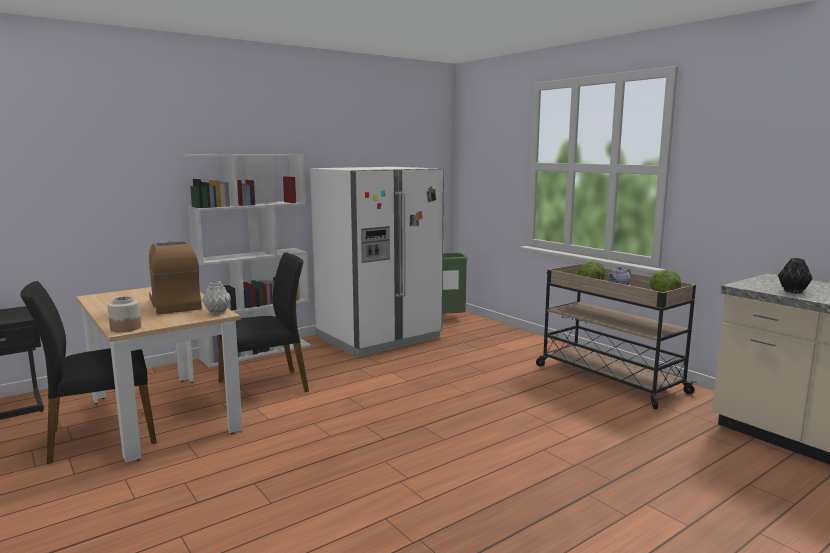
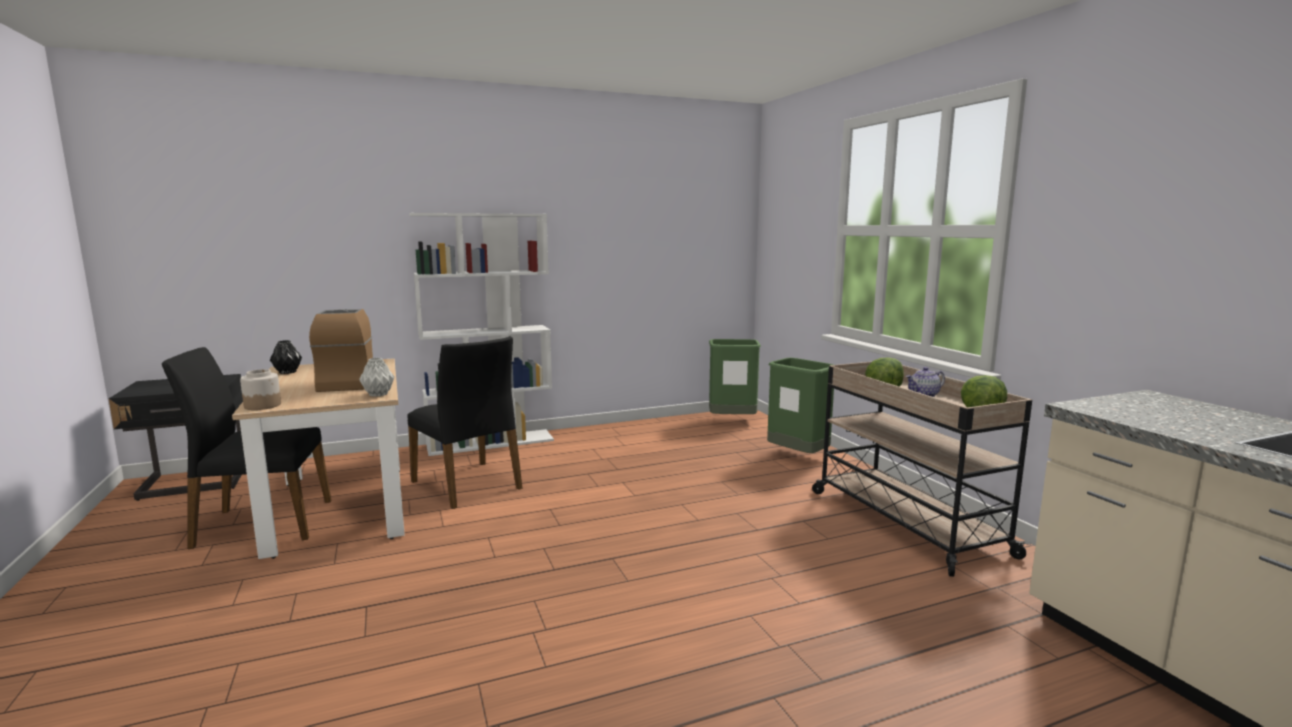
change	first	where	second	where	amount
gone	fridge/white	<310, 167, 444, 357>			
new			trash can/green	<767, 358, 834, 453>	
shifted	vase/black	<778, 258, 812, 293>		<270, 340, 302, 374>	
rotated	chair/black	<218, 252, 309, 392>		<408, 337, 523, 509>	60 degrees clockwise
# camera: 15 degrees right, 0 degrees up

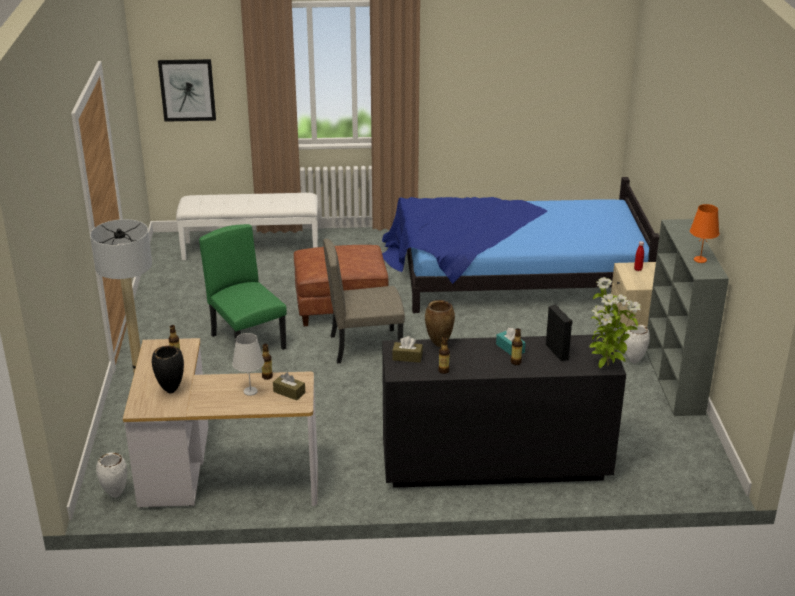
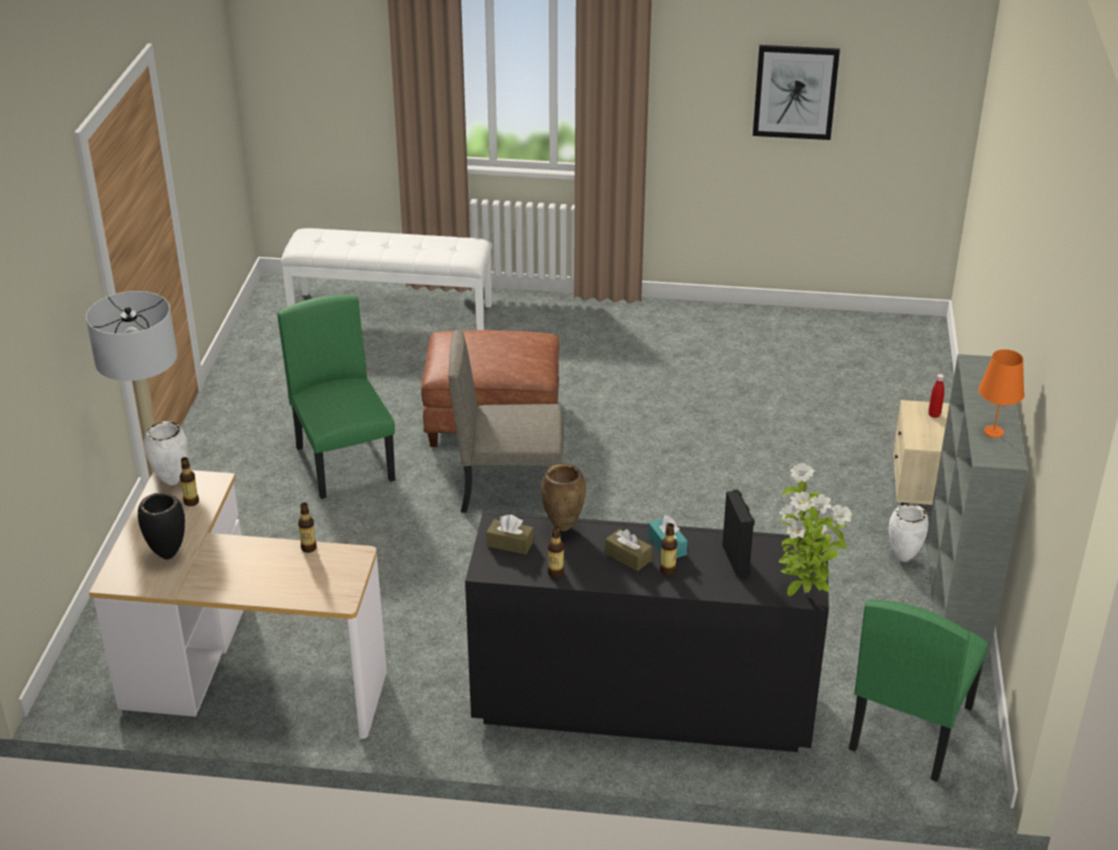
change	first	where	second	where	amount
gone	table lamp/white	<232, 333, 264, 396>			
gone	bed	<382, 177, 659, 313>			
new			chair/green	<849, 600, 989, 782>	
shifted	vase/white	<96, 452, 127, 498>		<144, 421, 188, 486>	
shifted	picture	<158, 59, 216, 122>		<753, 45, 840, 140>	
shifted	tissue box/brown	<273, 373, 305, 400>		<605, 529, 652, 571>	
# camera: 10 degrees right, 5 degrees up

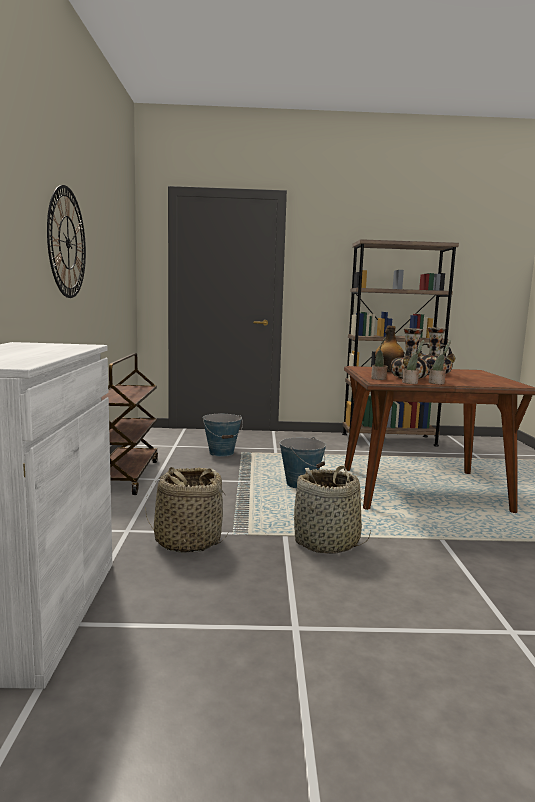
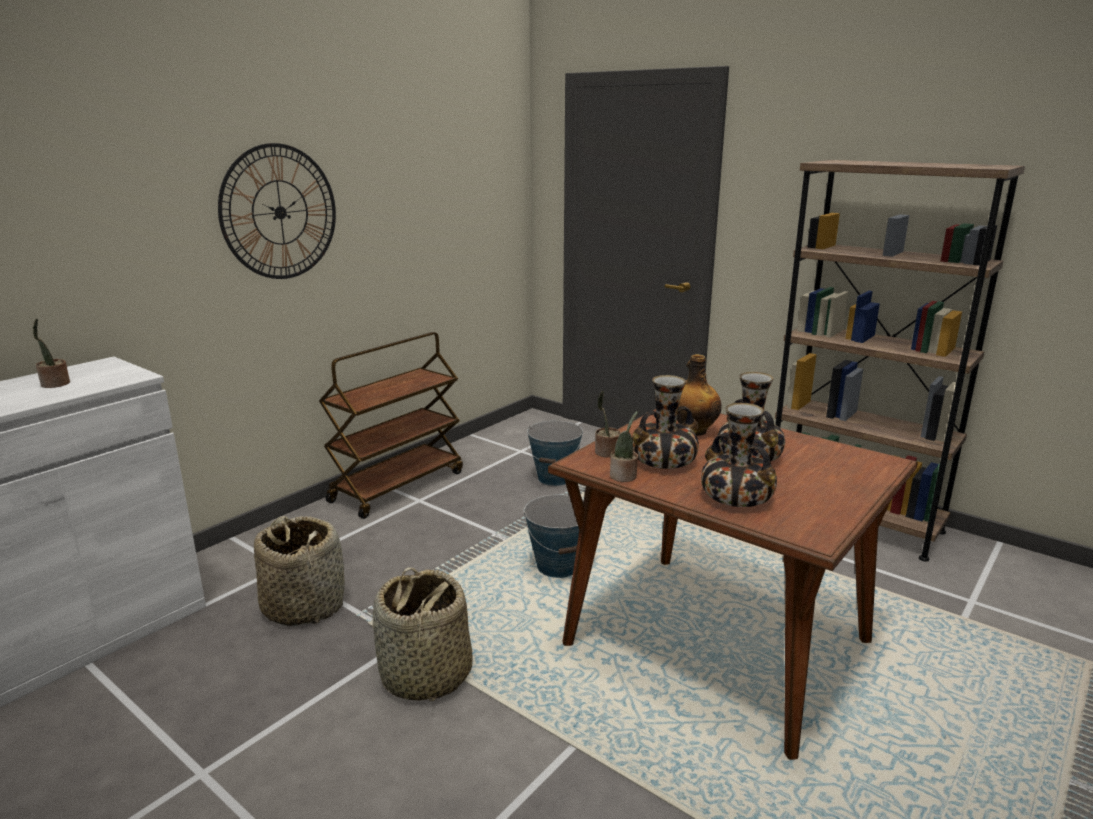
change	first	where	second	where	amount
new			vase	<701, 403, 777, 507>	
shifted	potted plant	<429, 340, 451, 384>		<32, 318, 70, 388>	
# camera: 40 degrees right, 10 degrees up

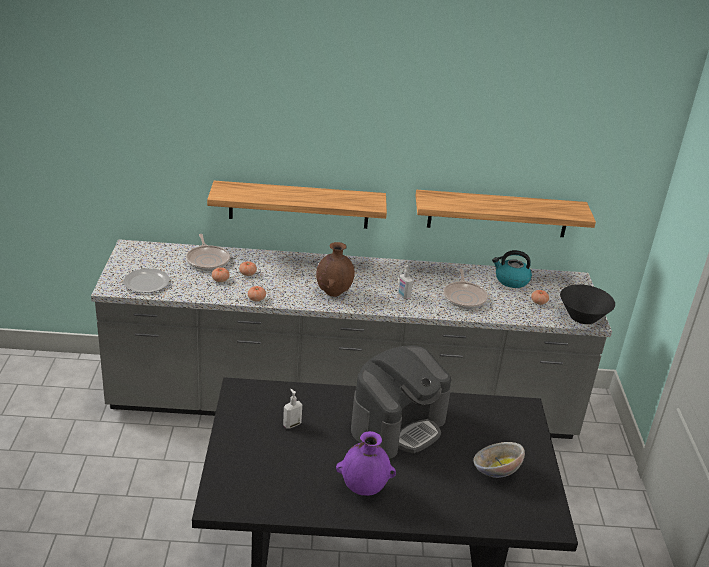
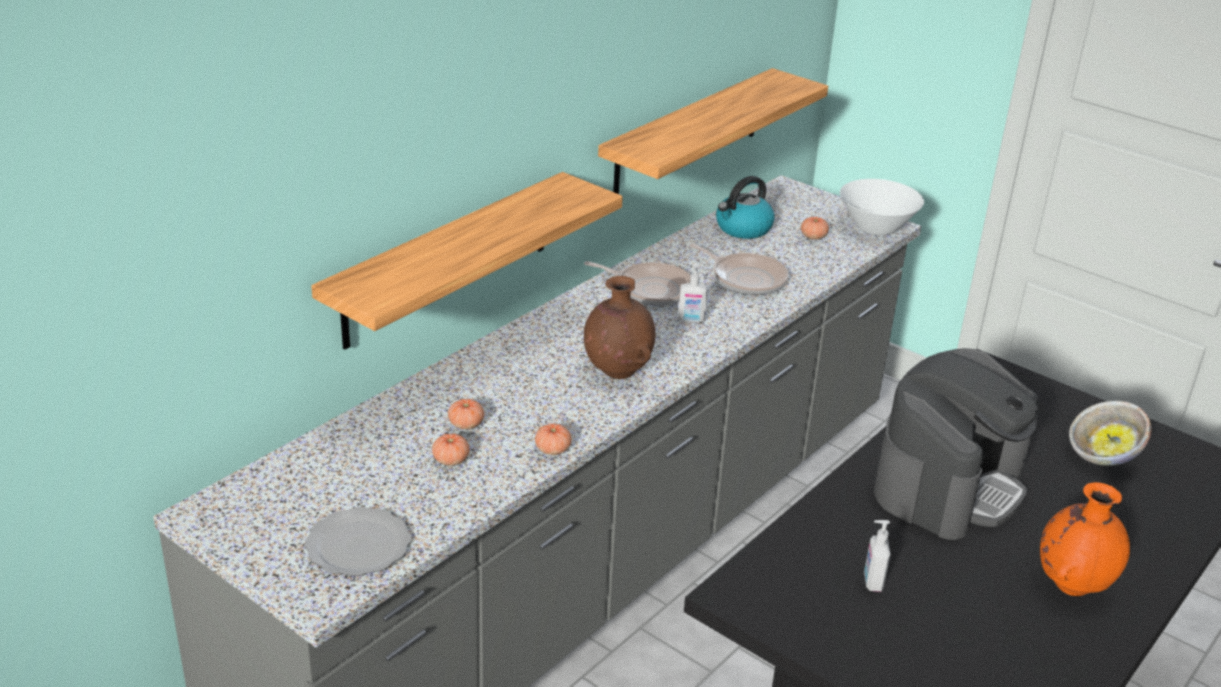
change	first	where	second	where	amount
shifted	frying pan	<186, 234, 230, 271>		<584, 261, 691, 306>	
repainted	vase/purple	<336, 431, 396, 496>	vase/orange	<1040, 482, 1130, 596>	
repainted	bowl/black	<560, 284, 615, 324>	bowl/white	<840, 179, 924, 235>	
rotated	coffee machine	<351, 346, 451, 459>		<874, 348, 1039, 540>	45 degrees clockwise
# camera: 50 degrees left, 0 degrees up

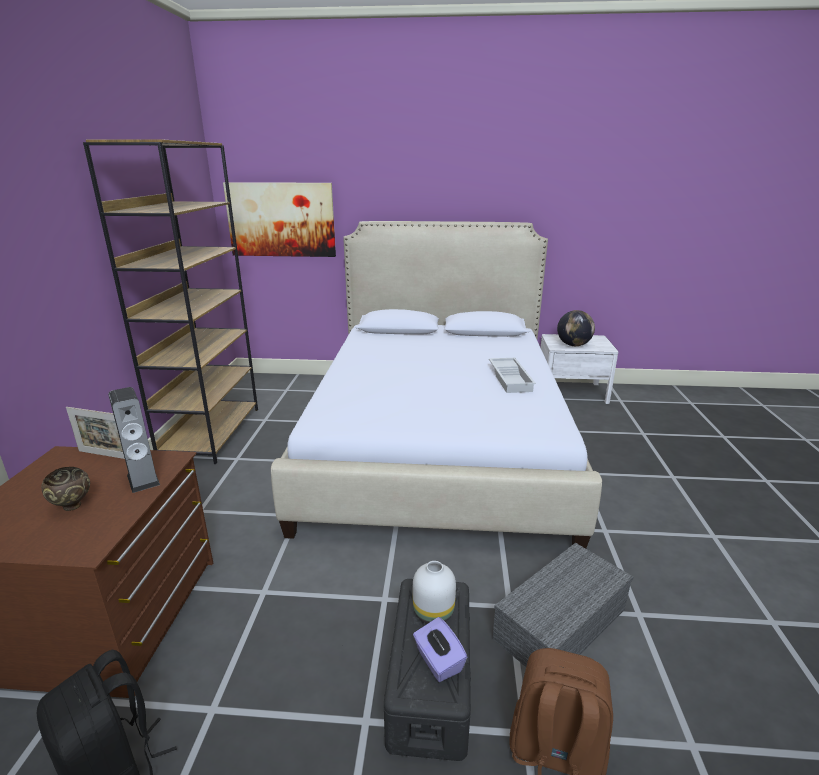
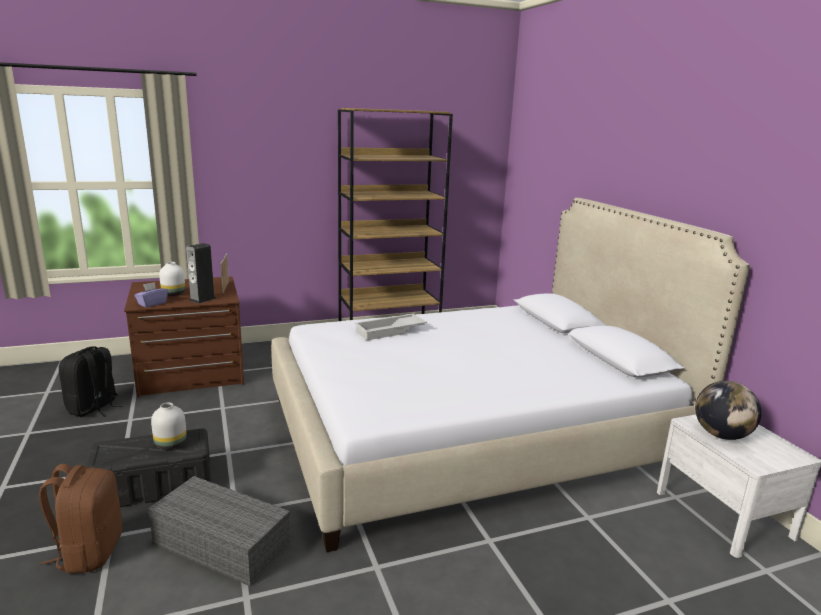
change	first	where	second	where	amount
gone	picture	<223, 182, 336, 257>			
shifted	tissue box/purple	<413, 617, 467, 682>		<134, 282, 168, 308>	
shifted	tray/white	<489, 358, 536, 393>		<354, 314, 427, 340>	
swapped	bowl/brown	<41, 467, 90, 511>	vase/white	<159, 262, 185, 296>	
# camera: 65 degrees right, 5 degrees down

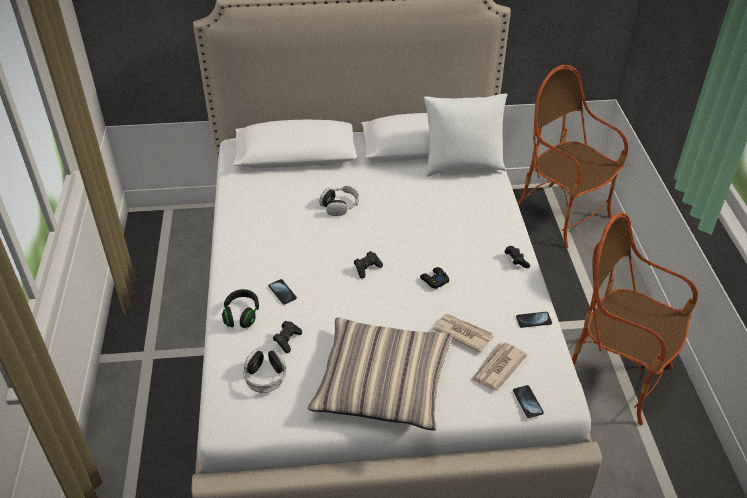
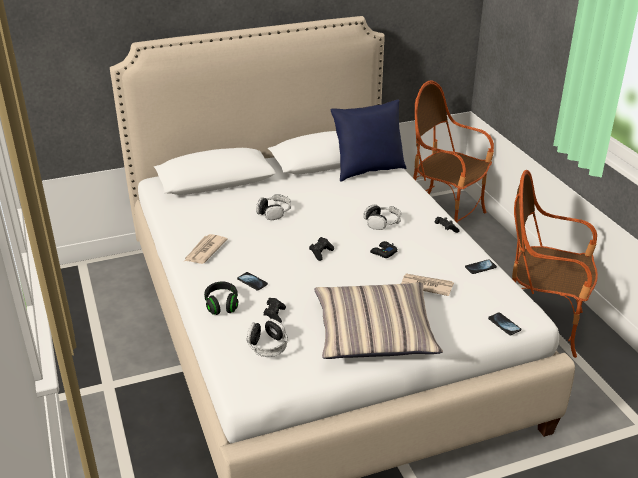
change	first	where	second	where	amount
new			headphones	<364, 204, 401, 230>	
shifted	newspaper	<472, 342, 527, 390>		<185, 234, 228, 264>	
repainted	pillow/white	<424, 93, 507, 177>	pillow/blue	<330, 100, 407, 182>	
# camera: 15 degrees left, 10 degrees down

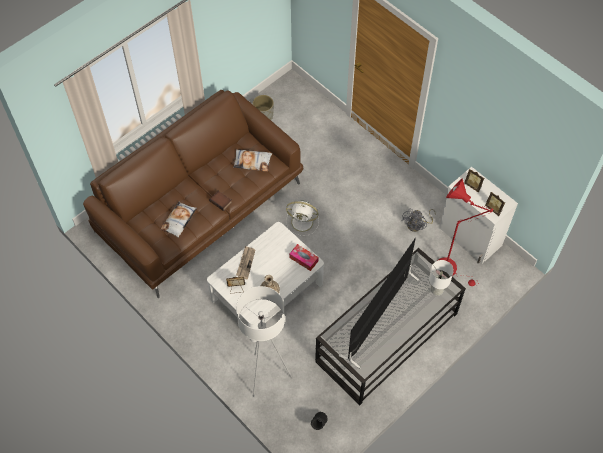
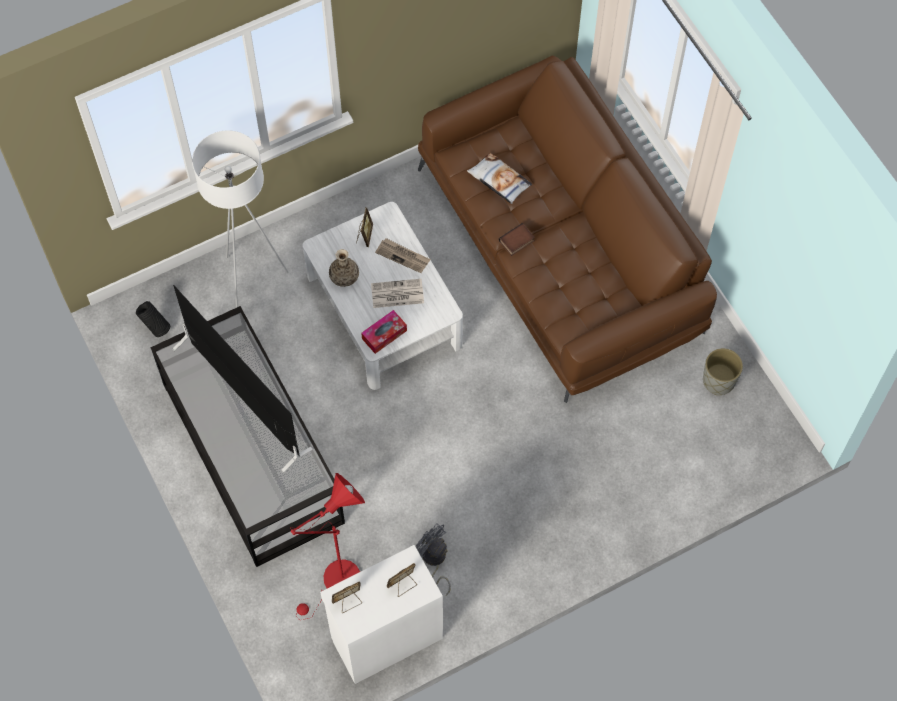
change	first	where	second	where	amount
gone	pillow	<233, 149, 272, 171>			
gone	fan/white	<286, 201, 319, 236>			
gone	table lamp/white	<429, 260, 454, 295>			
new			newspaper	<371, 279, 424, 308>	
# camera: 105 degrees right, 5 degrees up

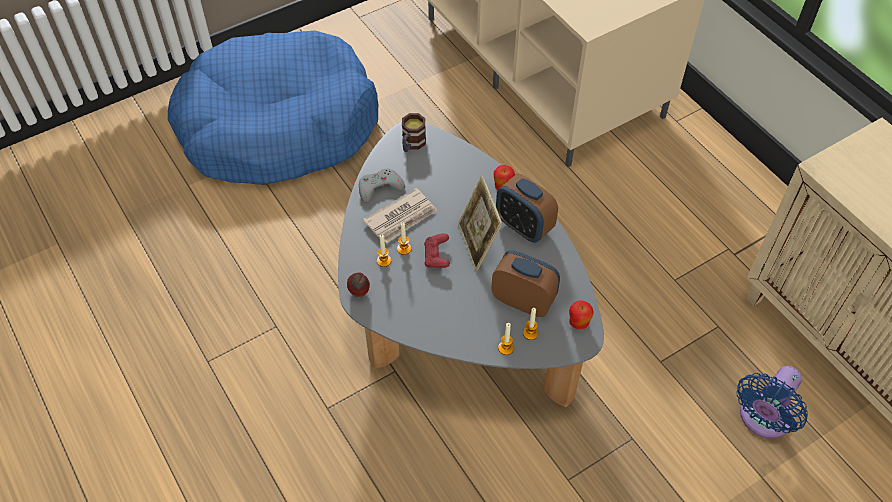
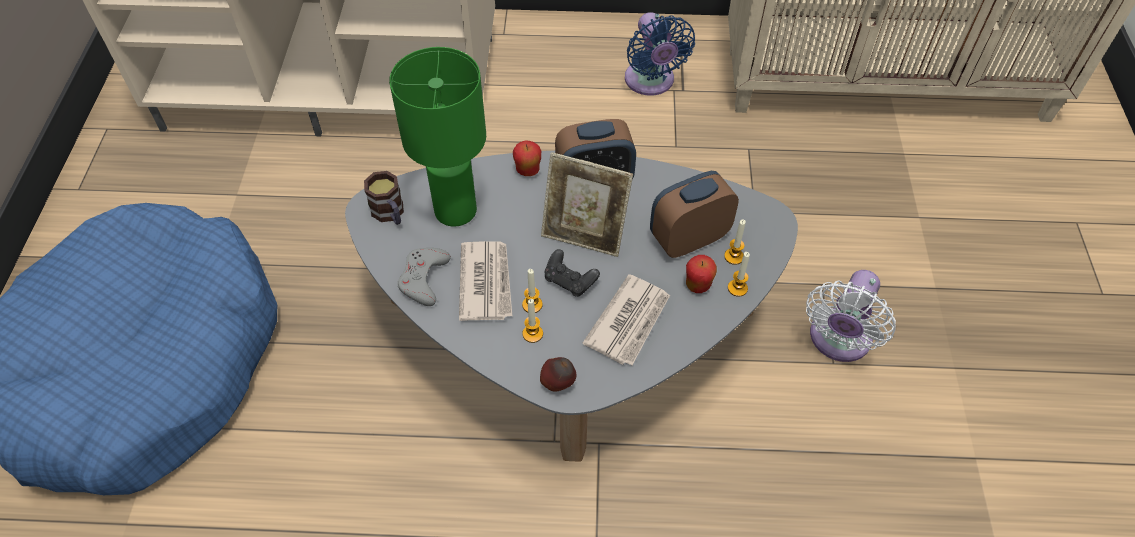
change	first	where	second	where	amount
new			table lamp/green	<389, 47, 486, 227>	
new			newspaper	<582, 274, 670, 365>	
new			fan/white	<806, 270, 896, 362>	
shifted	apple	<569, 301, 594, 329>		<686, 255, 717, 293>	
shifted	fan/blue	<736, 366, 808, 438>		<625, 12, 695, 96>	
repainted	game controller/red	<424, 234, 450, 268>	game controller/black	<545, 249, 600, 297>	
# camera: 55 degrees left, 0 degrees up

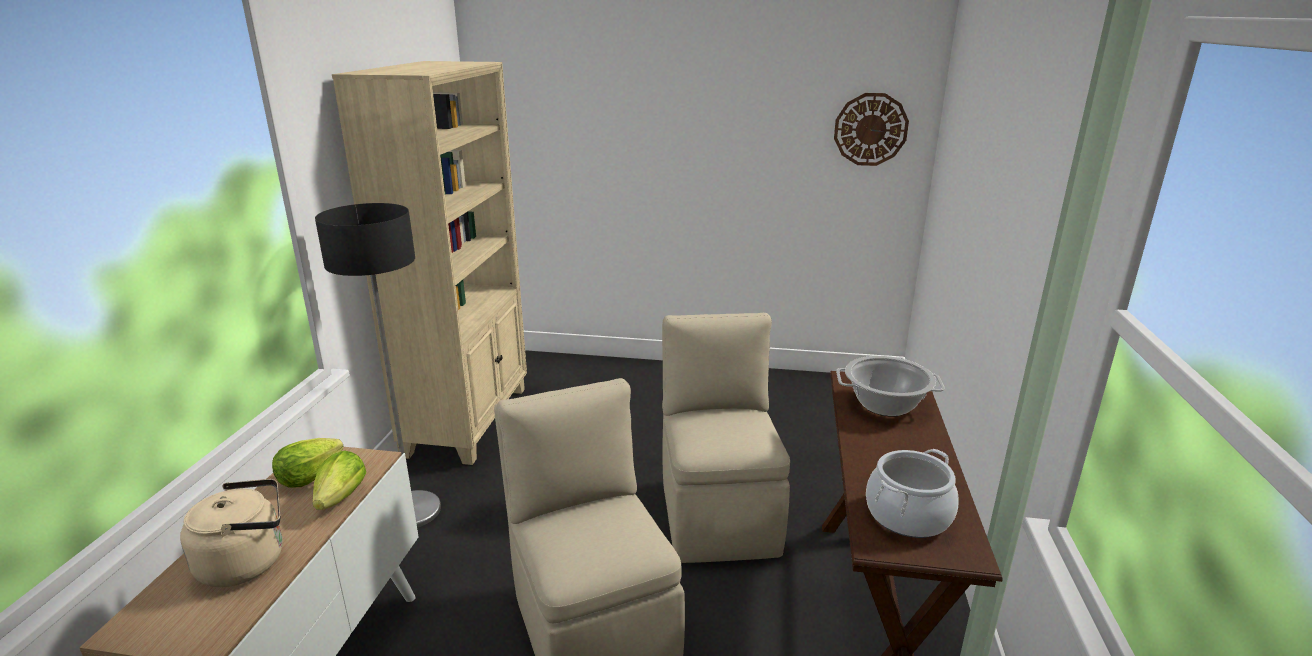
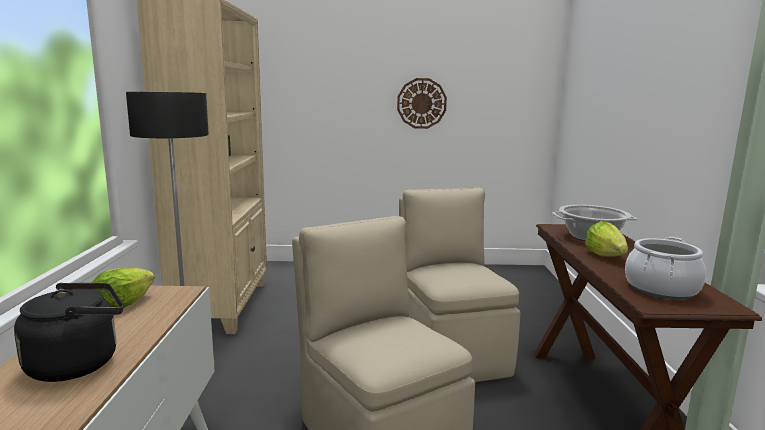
change	first	where	second	where	amount
shifted	lettuce	<312, 451, 366, 510>		<585, 221, 628, 257>	
shifted	wall clock	<834, 93, 909, 166>		<397, 78, 447, 129>	
repainted	kettle/beige	<180, 479, 282, 587>	kettle/black	<14, 283, 123, 382>	
# camera: 10 degrees left, 10 degrees down

